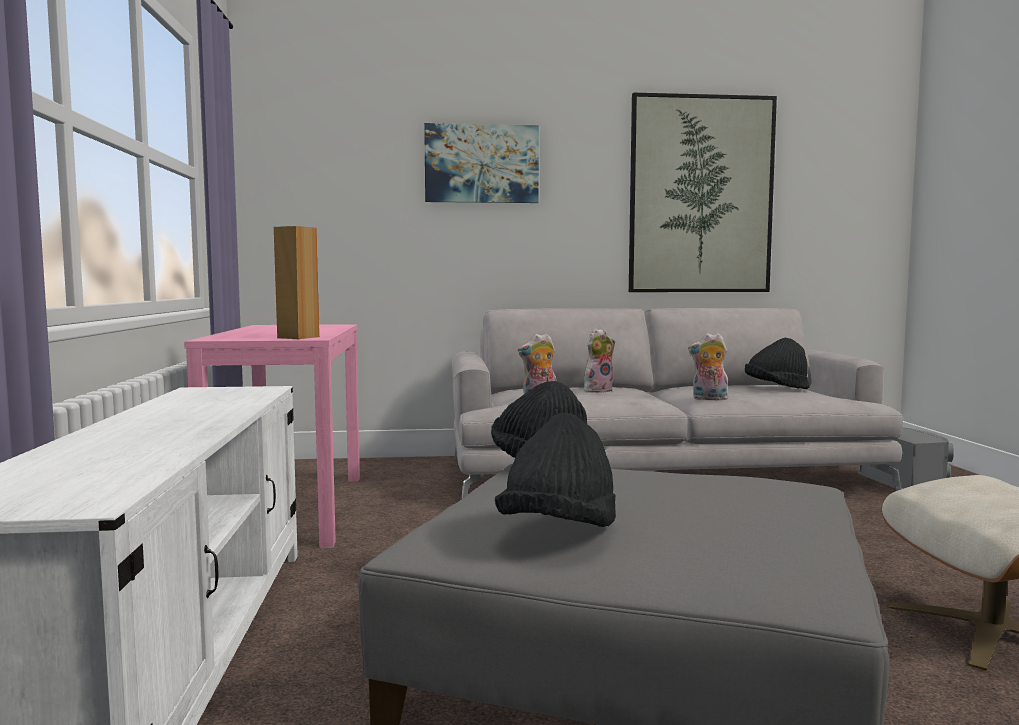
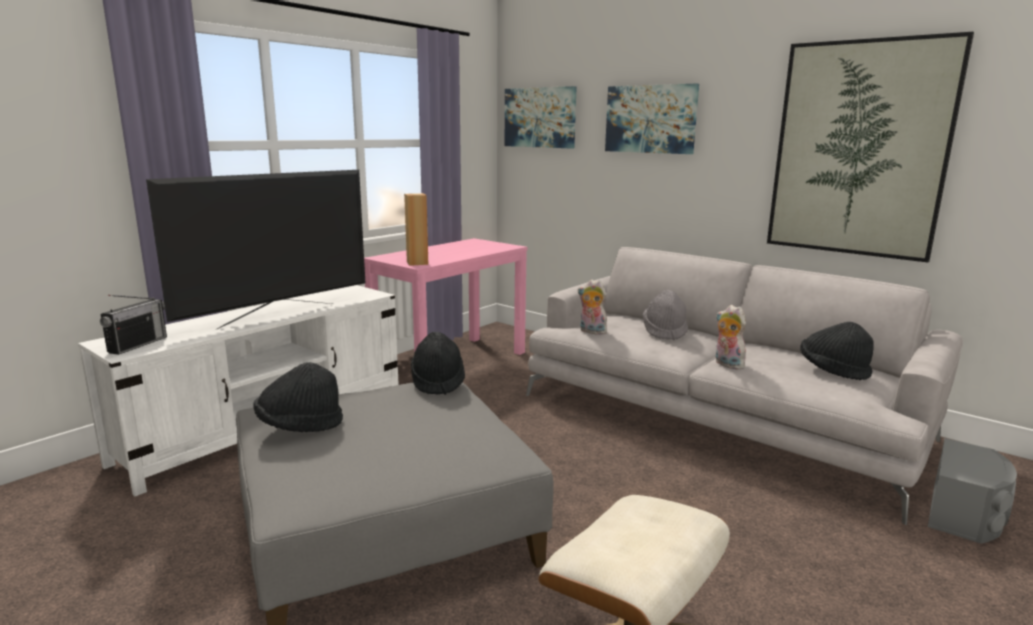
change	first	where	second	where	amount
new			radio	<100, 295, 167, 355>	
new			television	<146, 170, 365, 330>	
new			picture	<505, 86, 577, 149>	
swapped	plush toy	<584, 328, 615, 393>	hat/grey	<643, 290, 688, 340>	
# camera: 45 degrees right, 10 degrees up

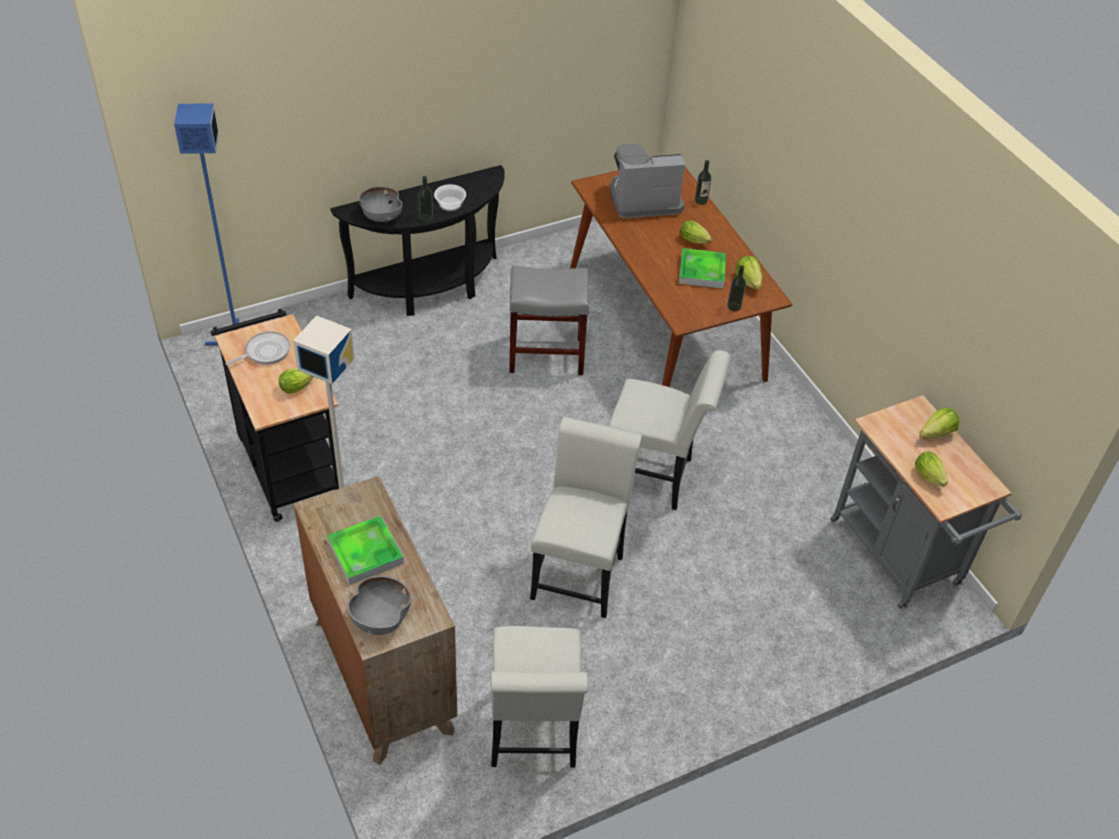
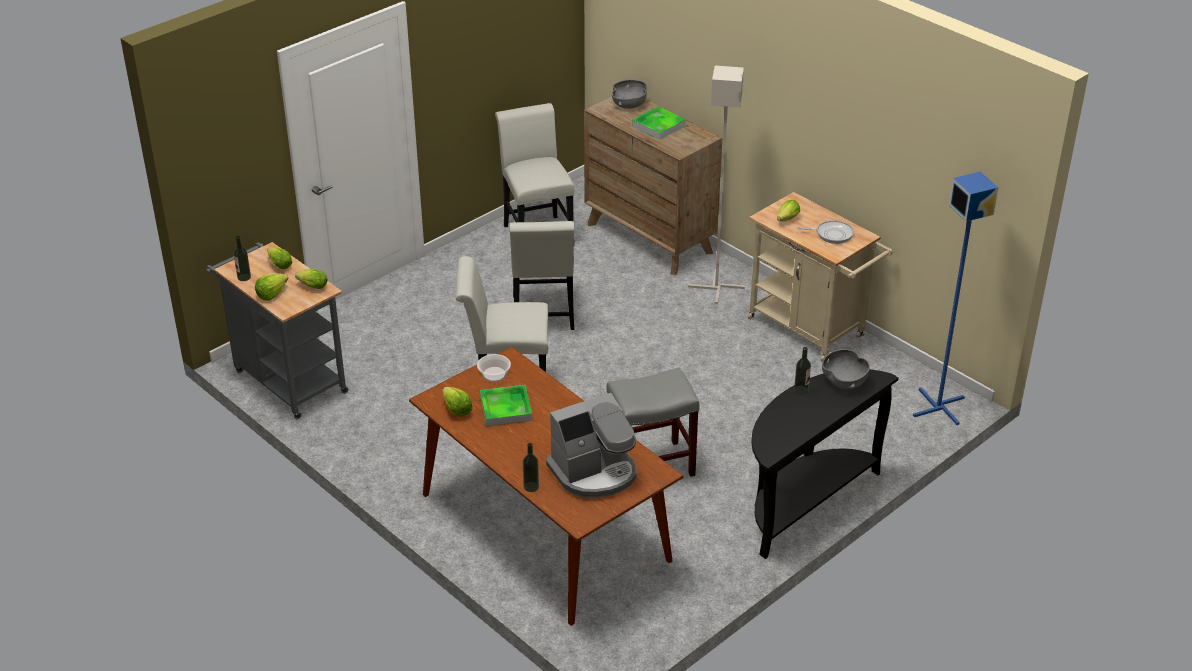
change	first	where	second	where	amount
shifted	bowl	<434, 184, 466, 211>		<477, 354, 511, 382>	
shifted	lettuce	<680, 220, 712, 244>		<295, 269, 328, 289>	
shifted	bottle	<727, 265, 746, 311>		<234, 236, 251, 281>	
repainted	cart/black	<211, 309, 339, 522>	cart/beige	<748, 192, 893, 362>	
rotated	frying pan	<225, 331, 290, 365>		<797, 221, 854, 244>	120 degrees counterclockwise
# camera: 165 degrees right, 10 degrees down

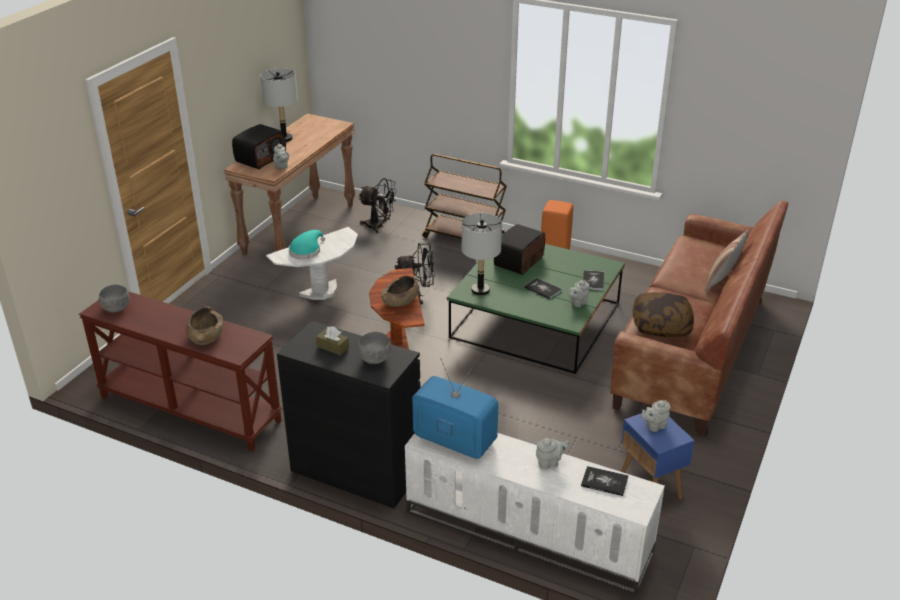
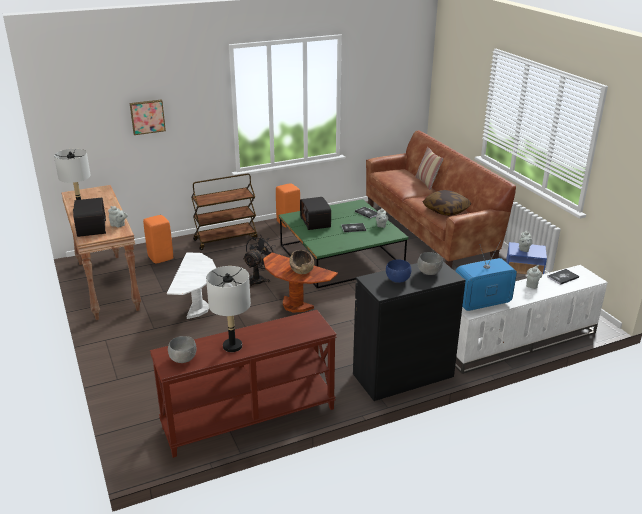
change	first	where	second	where	amount
gone	bowl/brown	<186, 306, 224, 345>			
gone	hat/turquoise	<289, 230, 325, 259>			
new			picture	<130, 99, 166, 135>	
shifted	table lamp/grey	<462, 213, 502, 295>		<206, 266, 251, 352>	
swapped	tissue box/brown	<316, 326, 349, 355>	bowl/blue	<386, 259, 411, 283>	
swapped	fan/black	<359, 178, 397, 233>	stool/orange	<143, 215, 173, 264>	
# camera: 50 degrees left, 5 degrees down

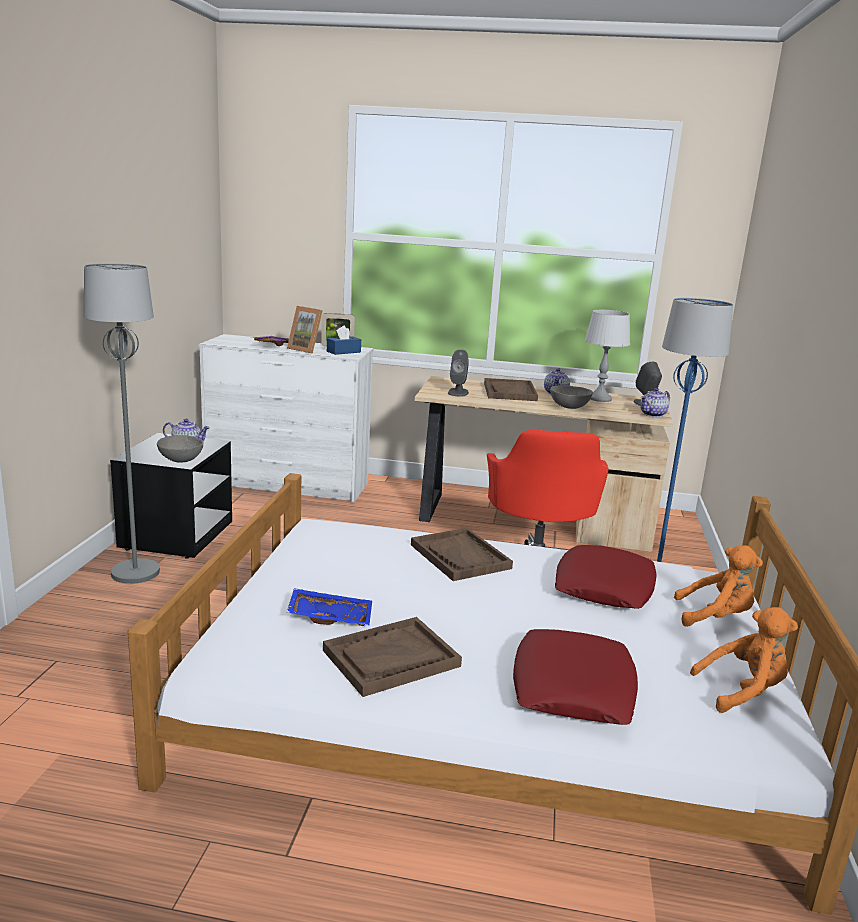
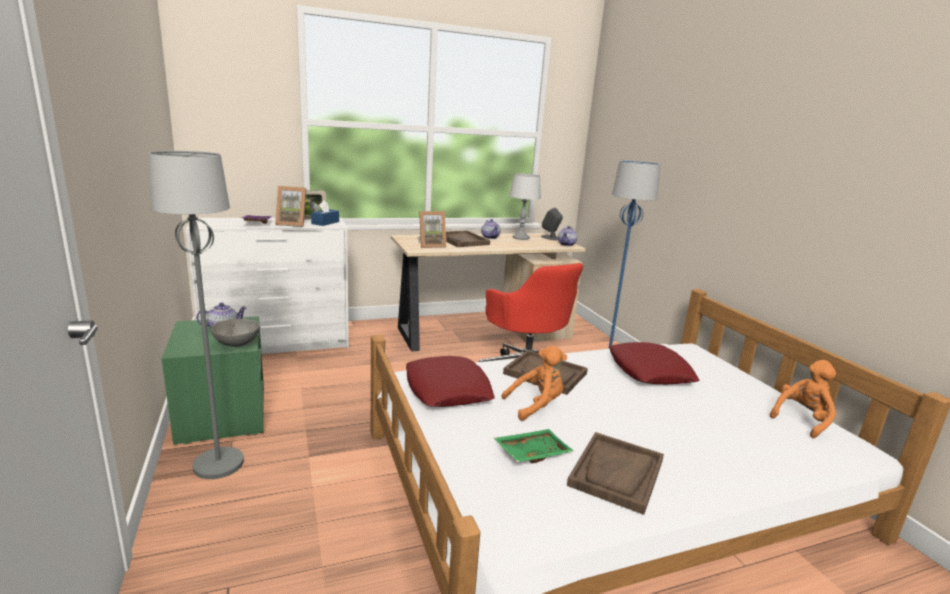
change	first	where	second	where	amount
gone	bowl/grey	<550, 385, 593, 409>			
shifted	pillow/red	<513, 629, 638, 725>		<406, 356, 495, 407>	
shifted	plush toy/orange	<674, 545, 763, 627>		<501, 346, 567, 421>	
swapped	speaker/grey	<448, 349, 469, 397>	picture frame	<418, 211, 447, 248>	
repainted	nightstand/black	<110, 433, 232, 559>	nightstand/green	<162, 316, 264, 445>	
repainted	tray/blue	<287, 588, 372, 626>	tray/green	<494, 429, 574, 463>	
# camera: 30 degrees left, 0 degrees up

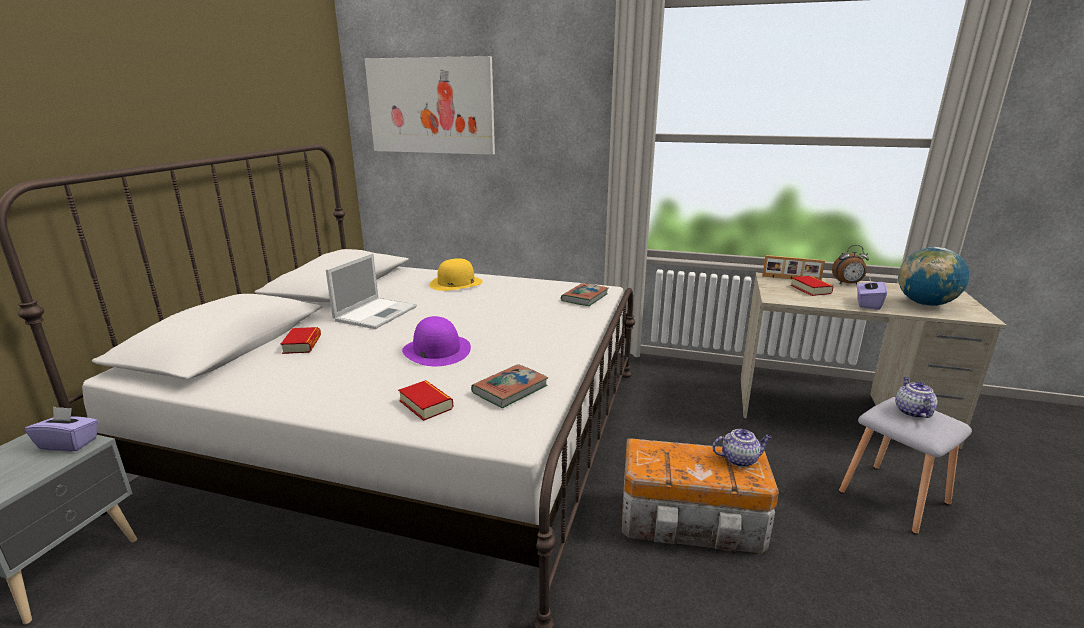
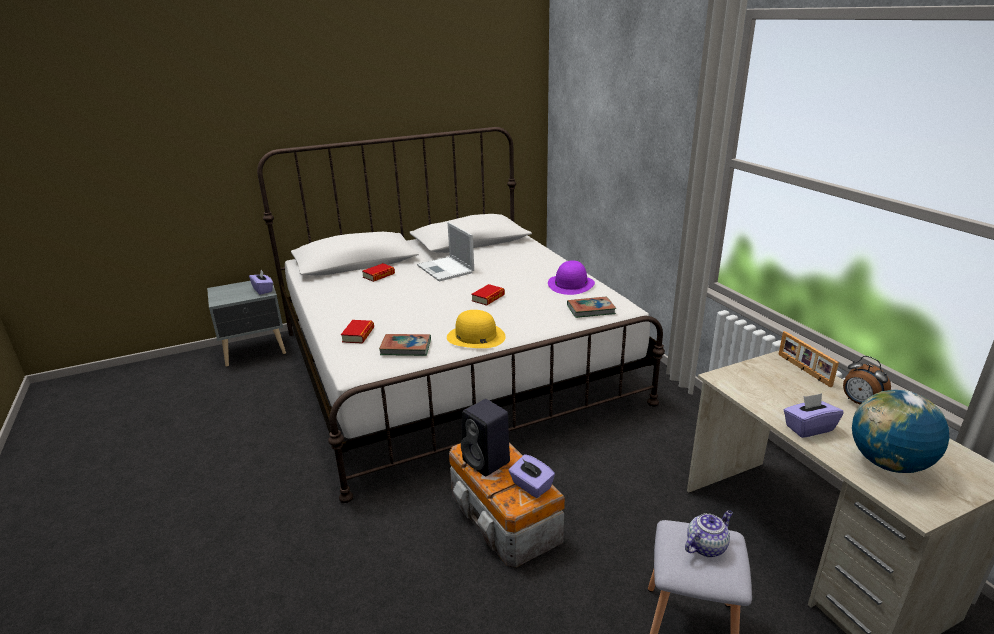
change	first	where	second	where	amount
gone	picture	<364, 56, 495, 155>			
new			speaker/black	<461, 399, 510, 476>	
shifted	hat/purple	<402, 316, 471, 366>		<548, 260, 595, 295>	
shifted	hat/yellow	<430, 258, 483, 291>		<447, 310, 506, 348>	
shifted	book	<791, 276, 833, 296>		<471, 284, 505, 306>	
swapped	teapot	<712, 429, 772, 467>	tissue box/purple	<509, 454, 555, 498>	
rotated	laptop	<326, 253, 417, 329>		<417, 222, 474, 281>	75 degrees clockwise
# camera: 50 degrees right, 5 degrees up

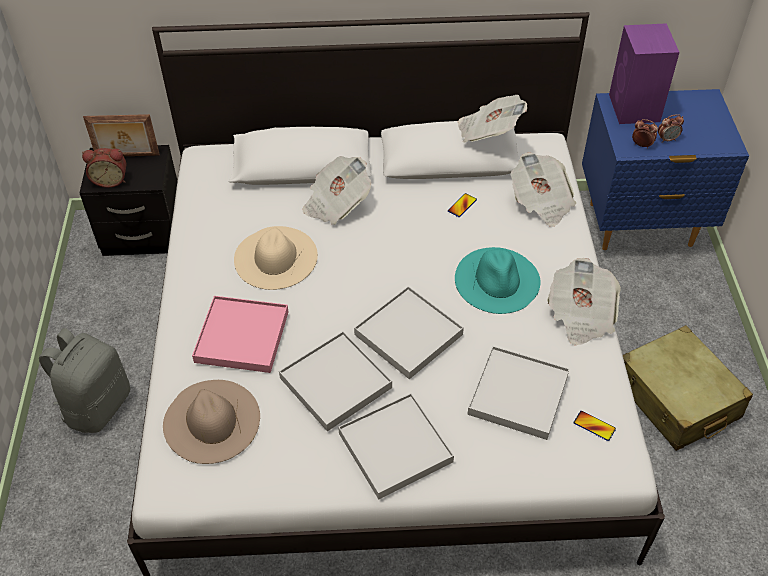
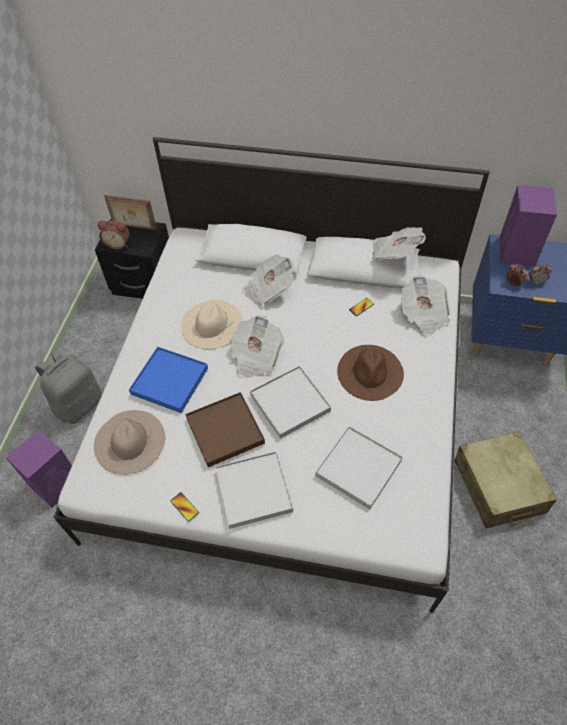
change	first	where	second	where	amount
new			speaker/purple	<5, 429, 72, 508>	
shifted	newspaper	<547, 258, 621, 346>		<230, 315, 284, 378>	
shifted	phone	<574, 411, 616, 441>		<170, 492, 199, 522>	
repainted	tray/pink	<192, 296, 288, 373>	tray/blue	<129, 347, 208, 413>	
repainted	tray/white	<279, 331, 392, 431>	tray/brown	<185, 392, 265, 467>	
repainted	hat/turquoise	<455, 247, 541, 314>	hat/brown	<337, 345, 404, 401>	
# camera: 15 degrees right, 5 degrees up

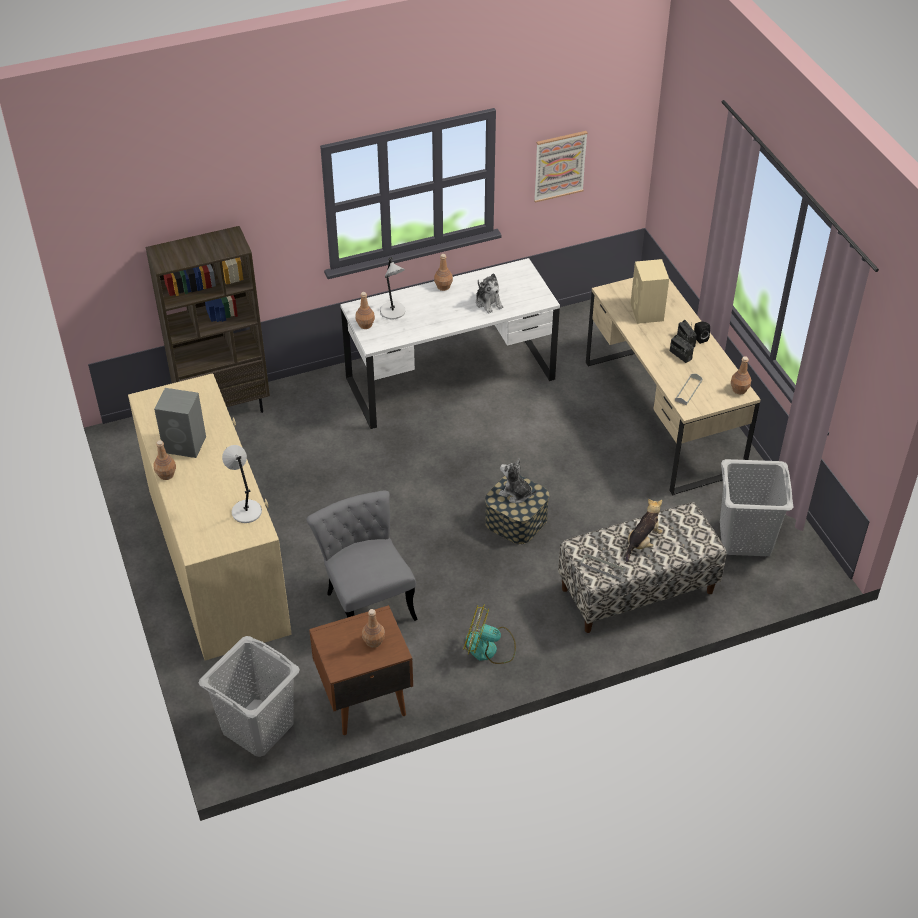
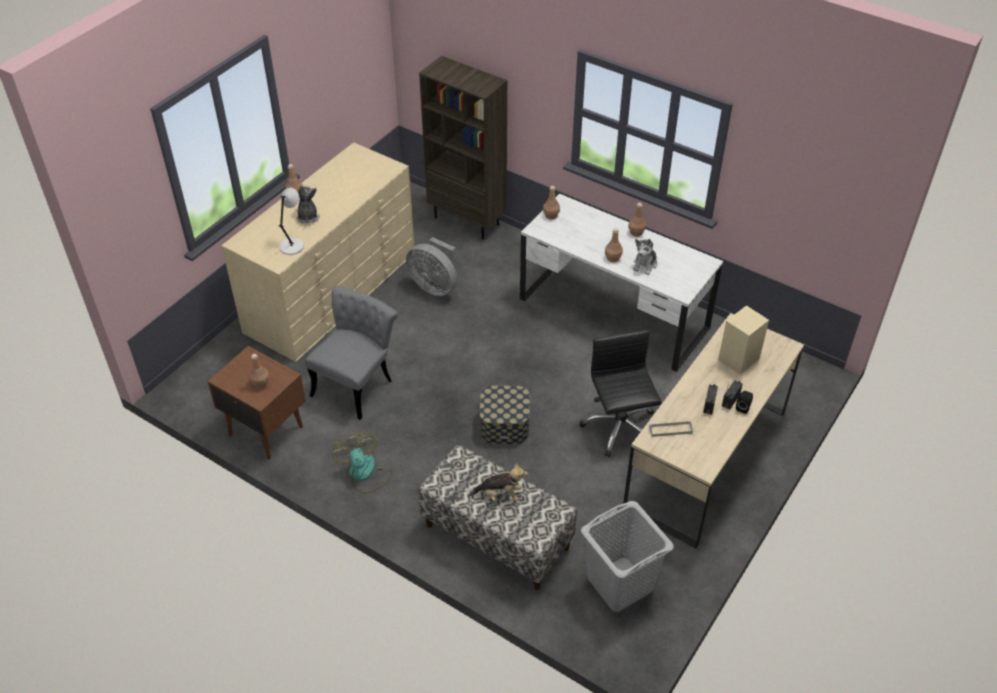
change	first	where	second	where	amount
gone	speaker/grey	<154, 388, 206, 458>			
gone	laundry basket/grey	<199, 636, 300, 757>			
gone	table lamp/grey	<380, 257, 406, 319>			
gone	picture	<534, 131, 588, 203>			
new			fan/grey	<406, 237, 457, 296>	
new			office chair/black	<580, 330, 661, 457>	
shifted	plush toy	<499, 459, 537, 503>		<296, 185, 320, 223>	
shifted	bottle/brown	<731, 356, 751, 394>		<605, 228, 623, 262>	
# camera: 55 degrees right, 0 degrees up

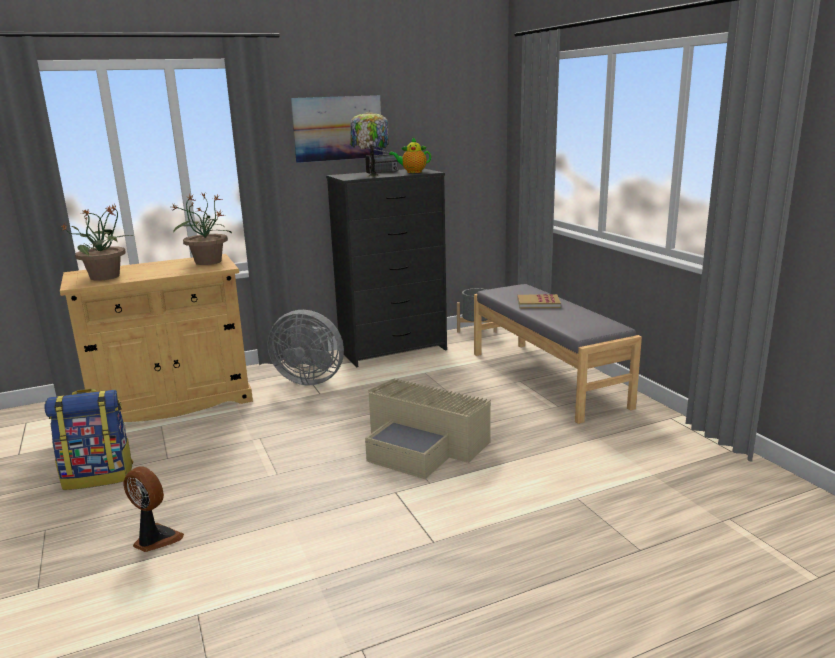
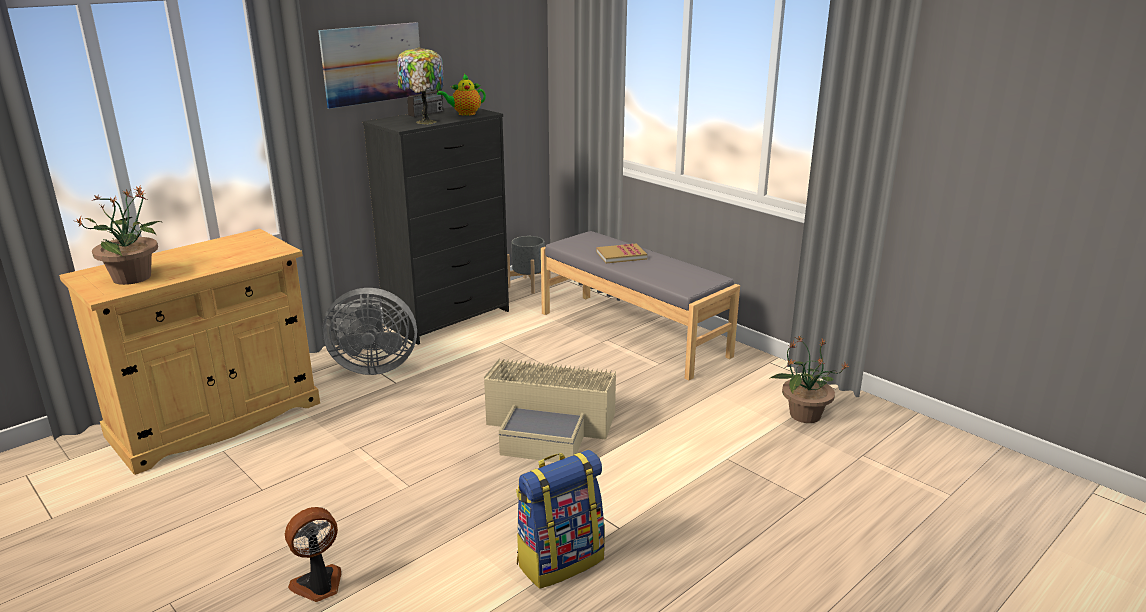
change	first	where	second	where	amount
shifted	backpack	<44, 389, 133, 490>		<516, 450, 605, 589>	
shifted	potted plant	<172, 193, 232, 265>		<769, 336, 848, 423>	
rotated	fan	<124, 466, 184, 552>		<285, 507, 341, 602>	45 degrees counterclockwise
# camera: 20 degrees left, 5 degrees up

